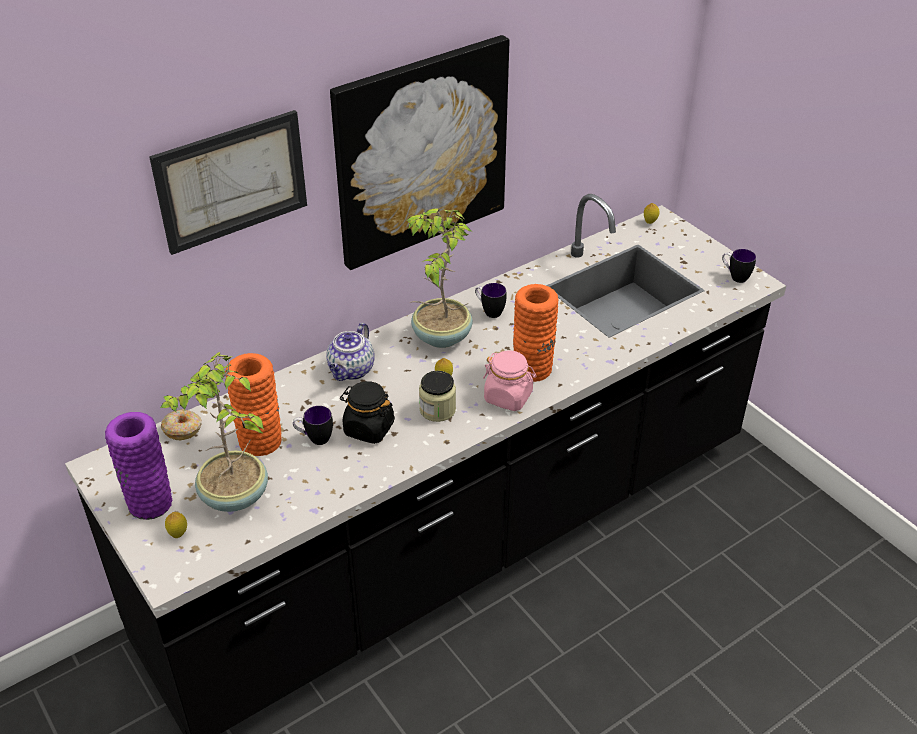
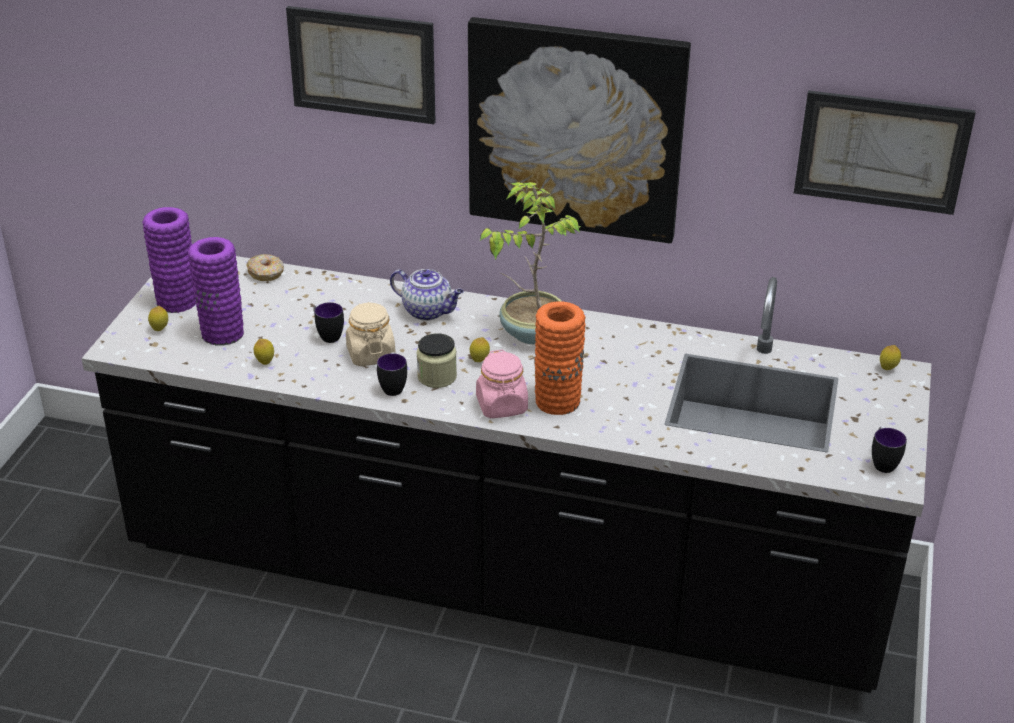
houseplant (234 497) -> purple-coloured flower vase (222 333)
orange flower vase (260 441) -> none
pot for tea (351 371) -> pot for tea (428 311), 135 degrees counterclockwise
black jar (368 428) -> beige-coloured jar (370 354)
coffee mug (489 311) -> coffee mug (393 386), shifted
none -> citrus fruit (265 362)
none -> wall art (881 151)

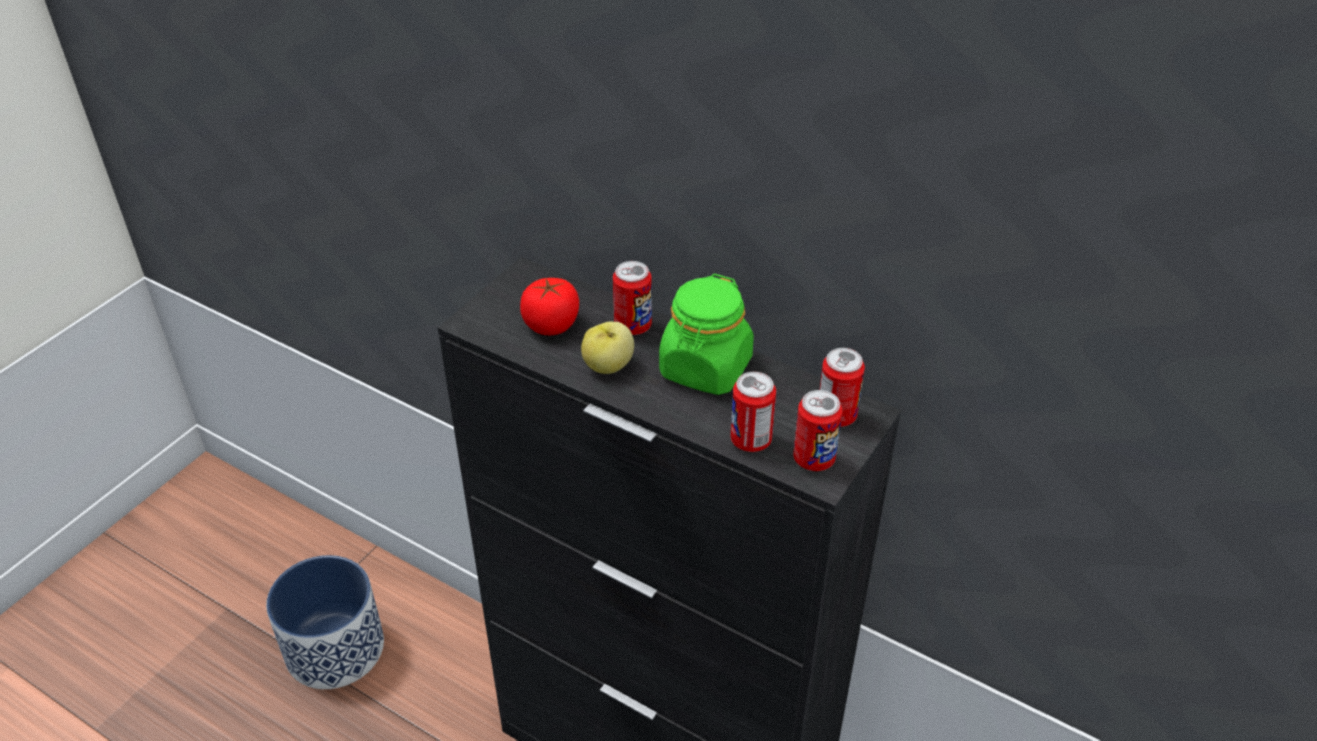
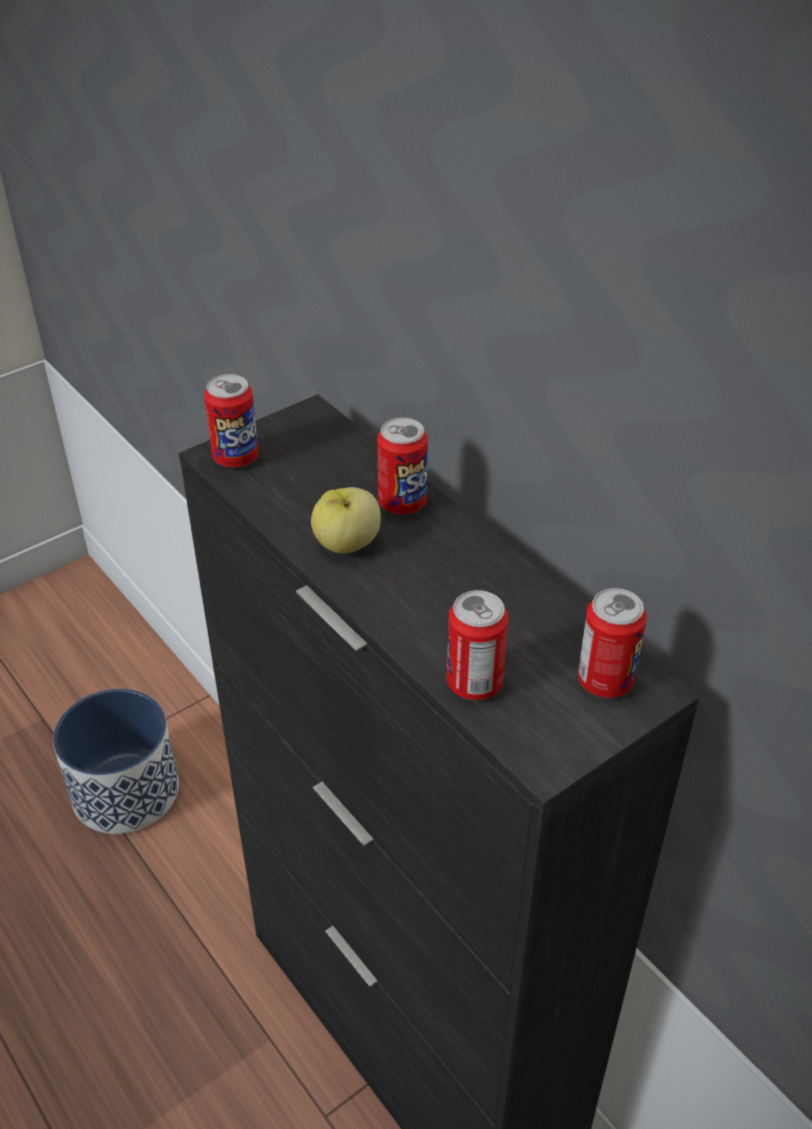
tomato (551 325) -> none
green-coloured jar (705 368) -> none
metal can (813 459) -> metal can (236 458), shifted

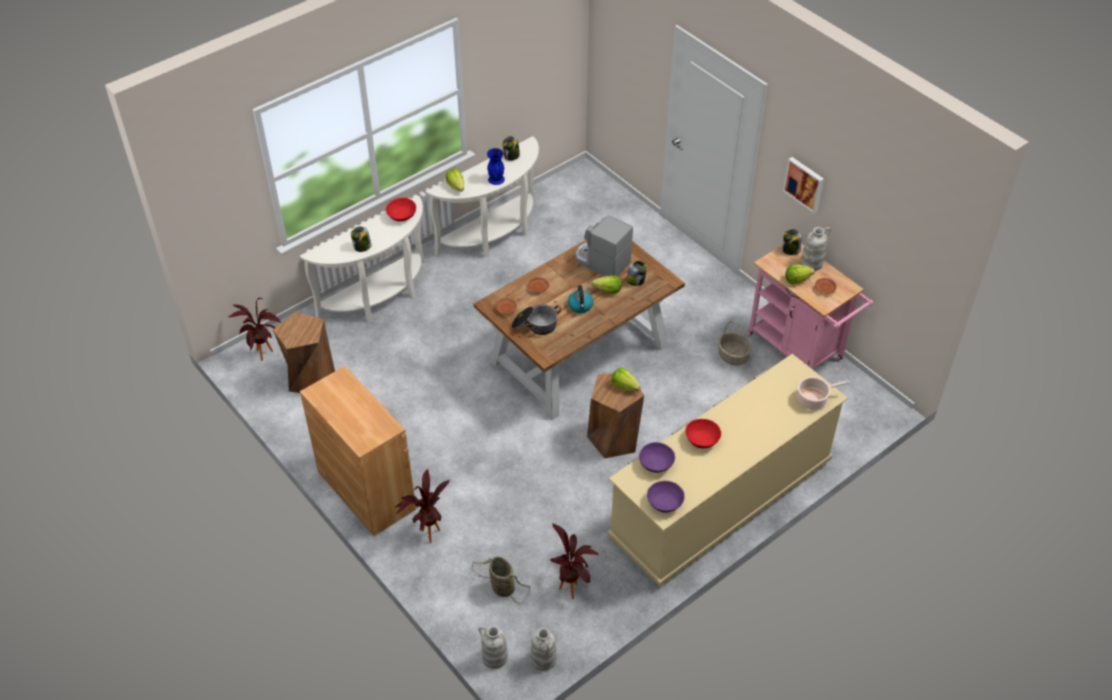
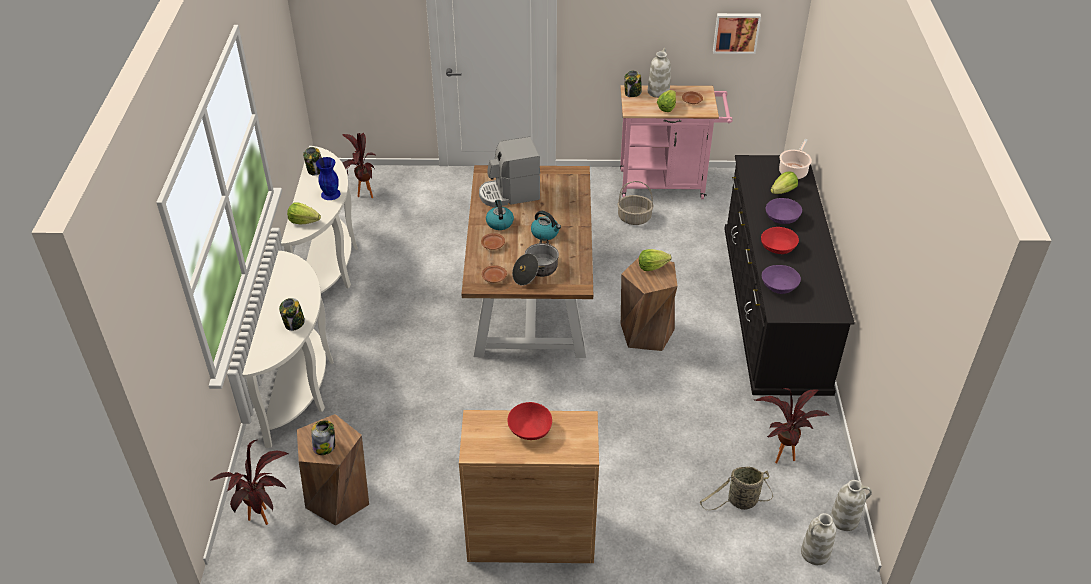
reddish deep dish (401 216) -> reddish deep dish (529 430), shifted
houseplant (425 533) -> houseplant (362 196), shifted
lettuce (608 290) -> lettuce (783 191), shifted
beige-coloured drawer chest (720 500) -> black drawer chest (773 312)
jar (636 280) -> jar (324 446), shifted
purple-coloured deep dish (665 503) -> purple-coloured deep dish (782 218), shifted
wall art (804 184) -> wall art (736 32), shifted
none -> water kettle (499 223)

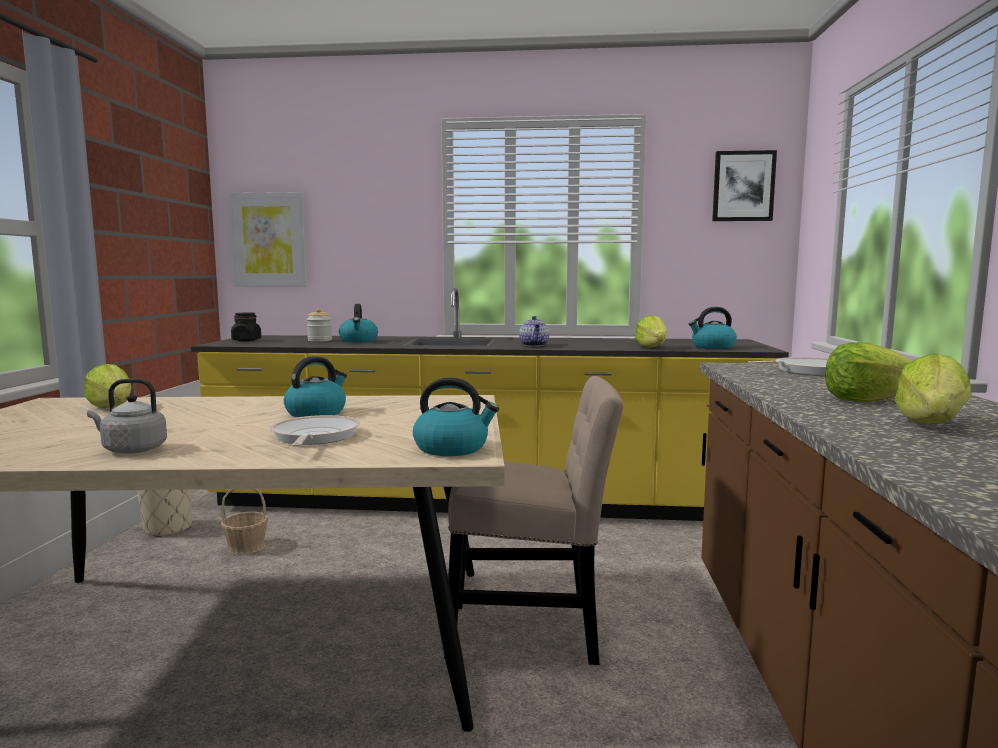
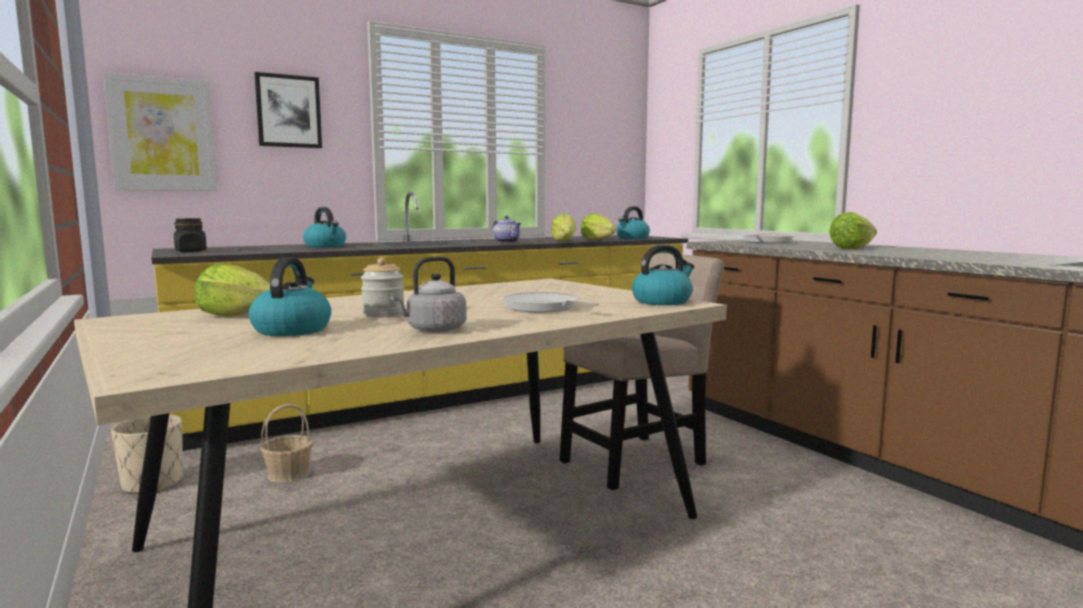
water kettle (316 413) -> water kettle (292 330), shifted
jar (320 340) -> jar (383 314), shifted
wall art (743 186) -> wall art (288 111), shifted
lettuce (931 424) -> lettuce (564 241), shifted

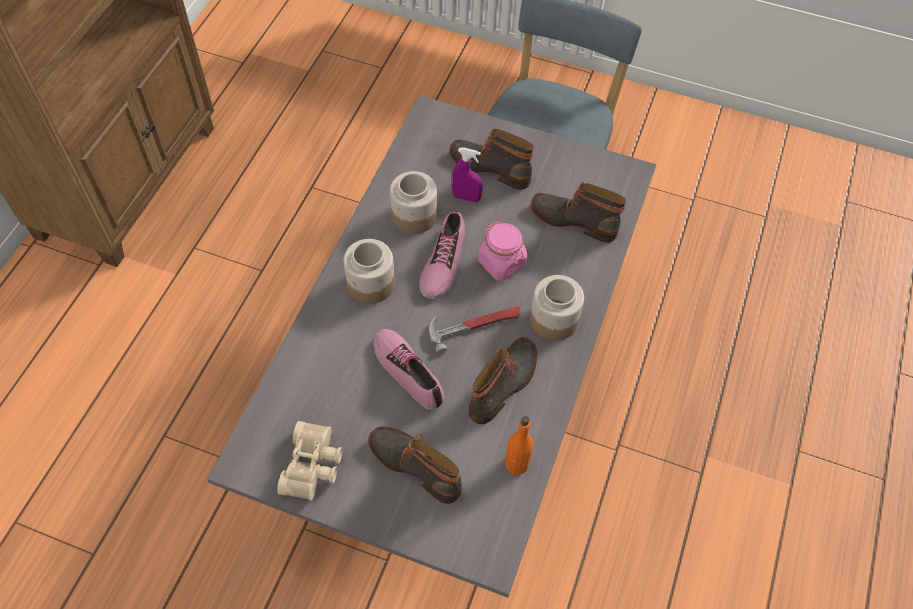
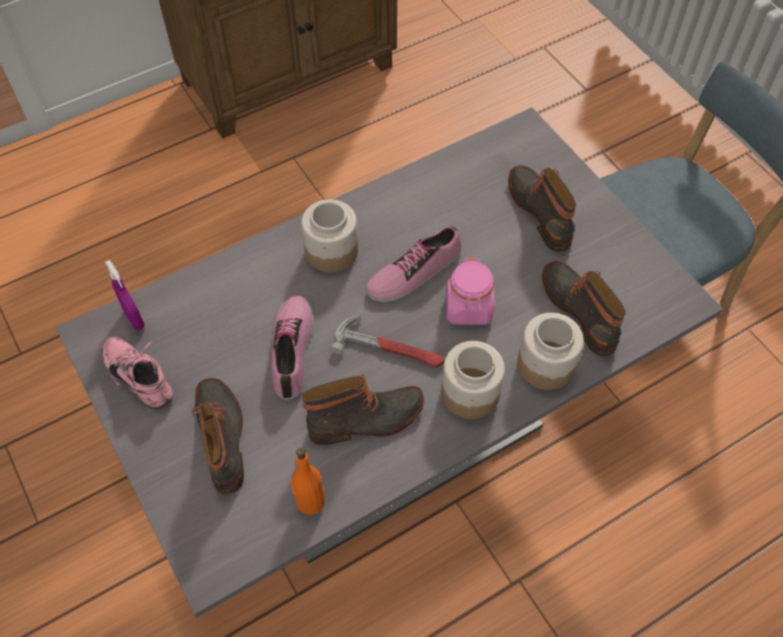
beige-coloured pair of binoculars (314 466) -> pink-coloured shoe (142 376)
jar (413 216) -> jar (545 364), shifted
purple-coloured spray bottle (466 197) -> purple-coloured spray bottle (134 318), shifted

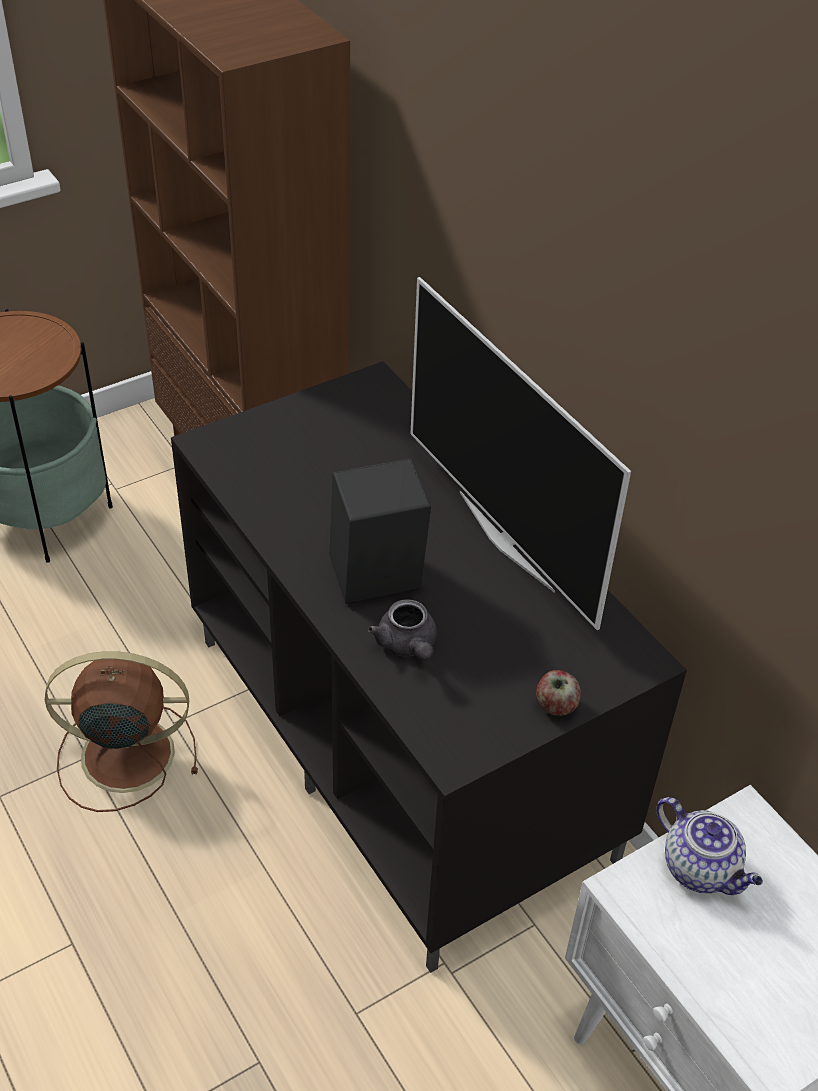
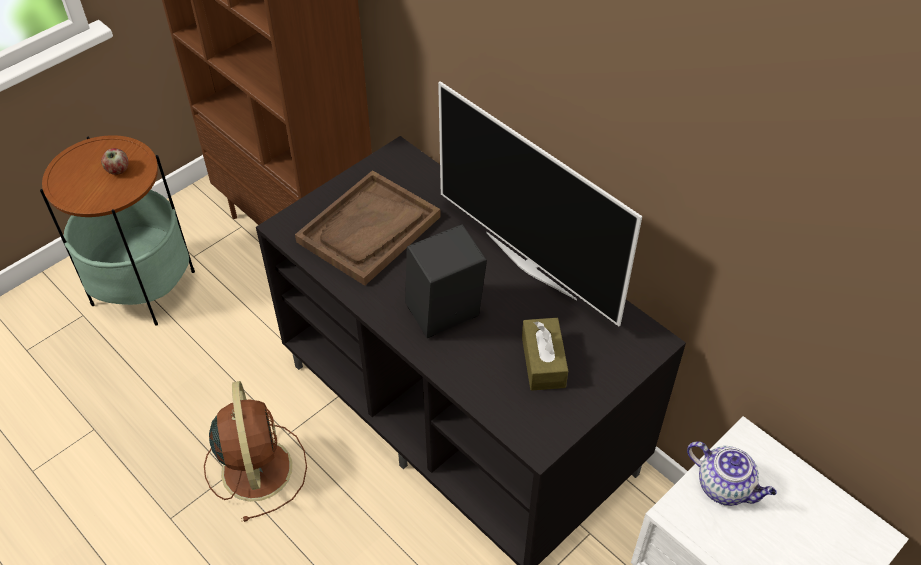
brown-coloured electric fan (123 755) -> brown-coloured electric fan (256 466), 90 degrees clockwise
gray pot for tea (407 646) -> none
whole apple (555 706) -> whole apple (118 170), shifted
none -> brown-coloured carrying tray (369 230)
none -> brown-coloured tissue holder (543 362)

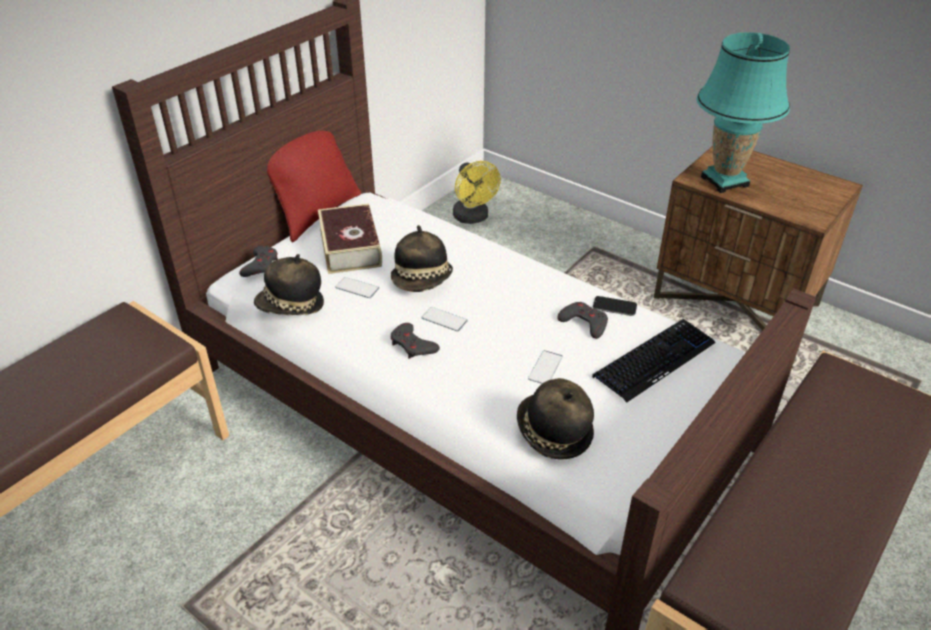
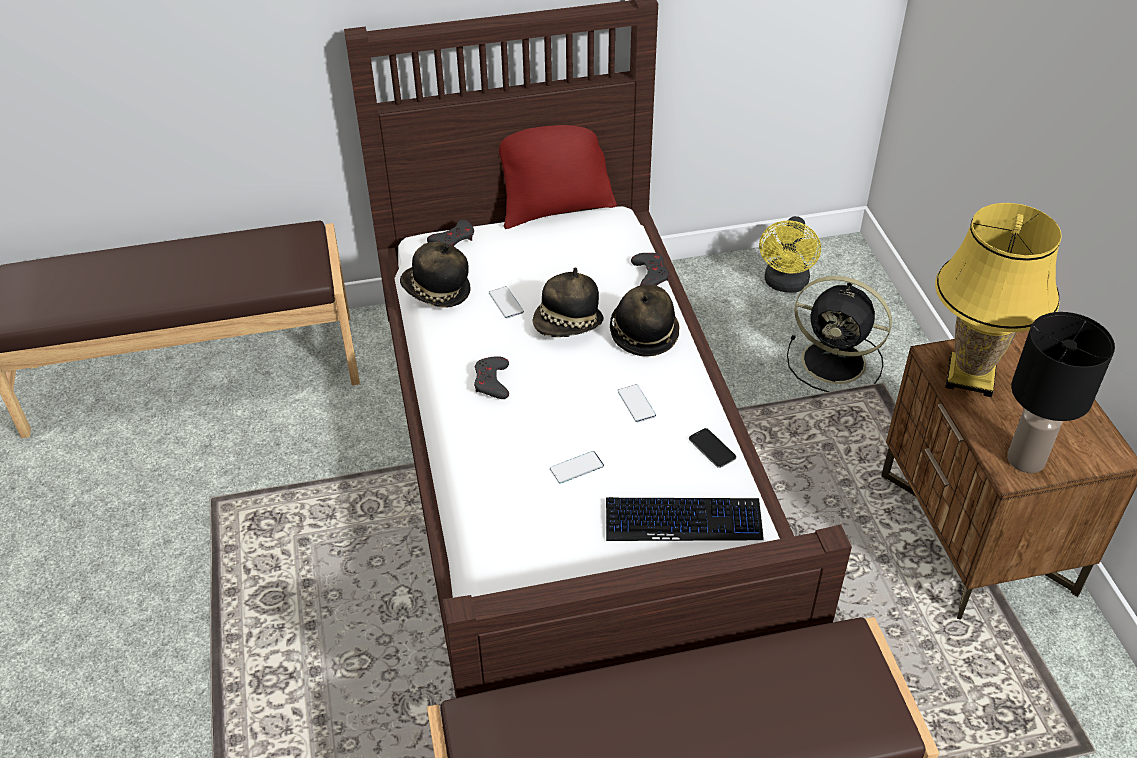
book (350 247) -> none
phone (444 319) -> phone (636 403), shifted
wearable hat (553 432) -> wearable hat (643 333), shifted
gray joypad (584 323) -> gray joypad (650 274), shifted
turquoise tabletop lamp (725 181) -> yellowish tabletop lamp (970 377)
none -> black electric fan (836 362)
none -> black tabletop lamp (1025 458)

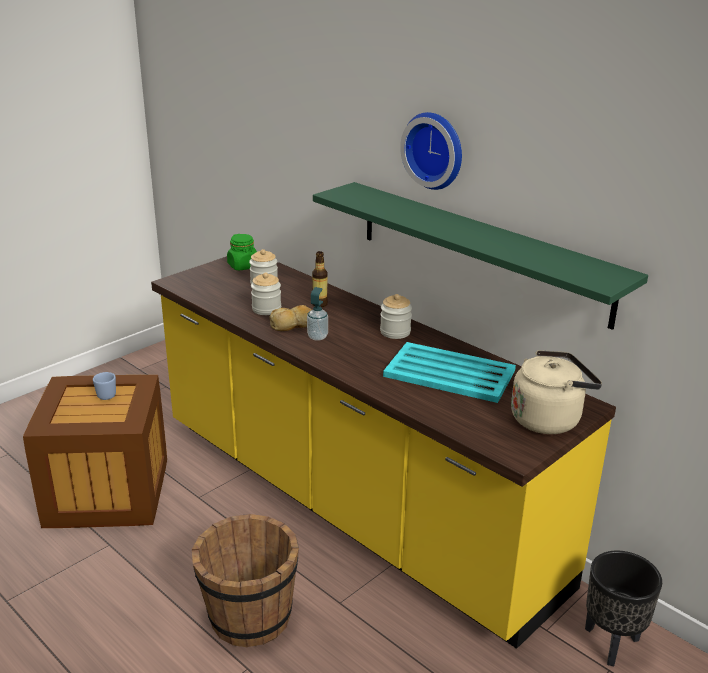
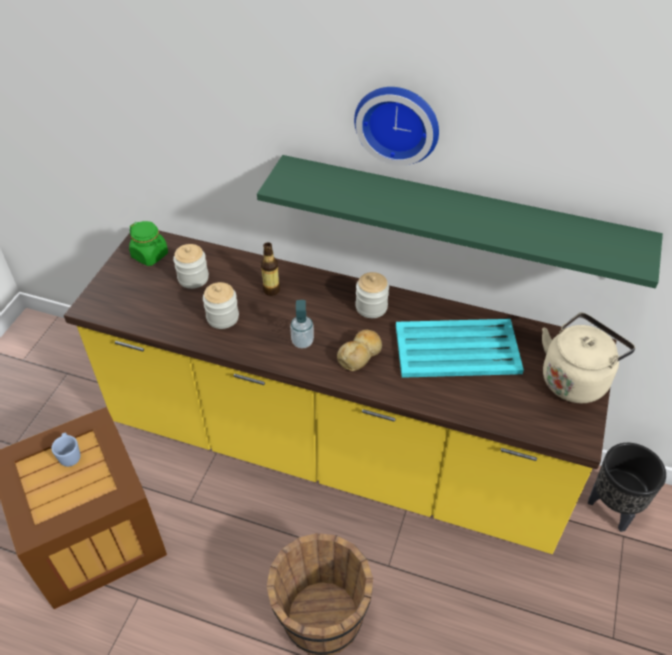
baked bread (293 325) -> baked bread (360 354), shifted

